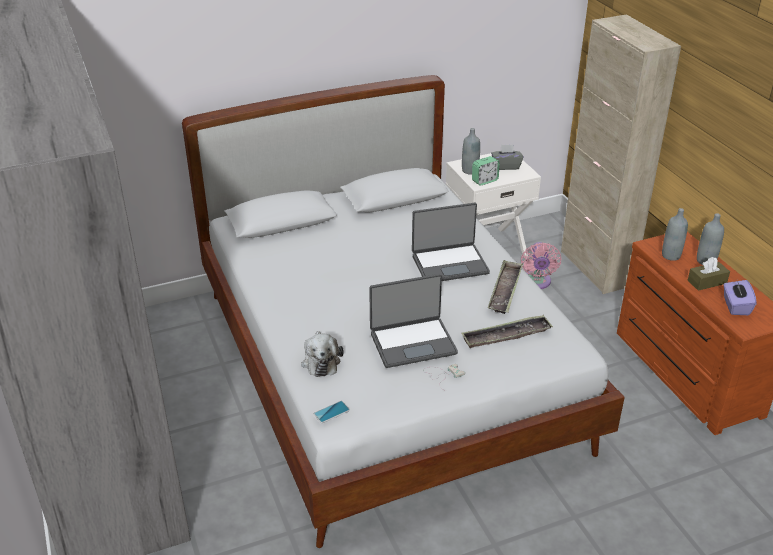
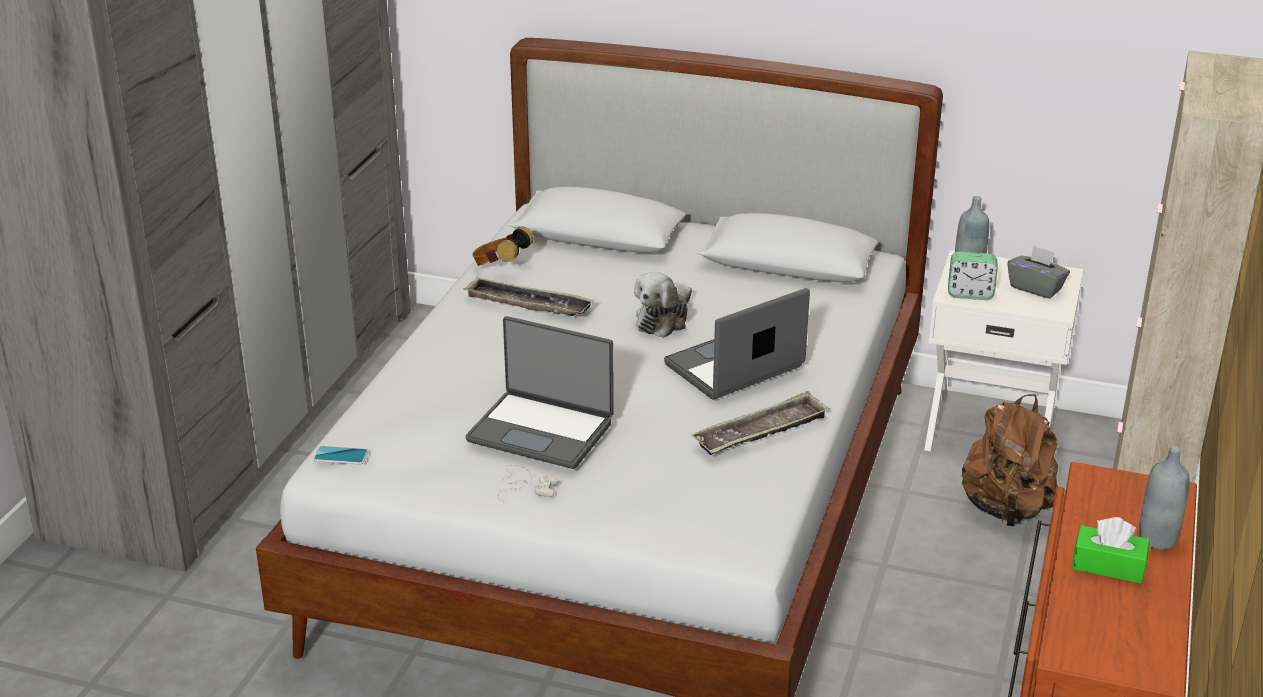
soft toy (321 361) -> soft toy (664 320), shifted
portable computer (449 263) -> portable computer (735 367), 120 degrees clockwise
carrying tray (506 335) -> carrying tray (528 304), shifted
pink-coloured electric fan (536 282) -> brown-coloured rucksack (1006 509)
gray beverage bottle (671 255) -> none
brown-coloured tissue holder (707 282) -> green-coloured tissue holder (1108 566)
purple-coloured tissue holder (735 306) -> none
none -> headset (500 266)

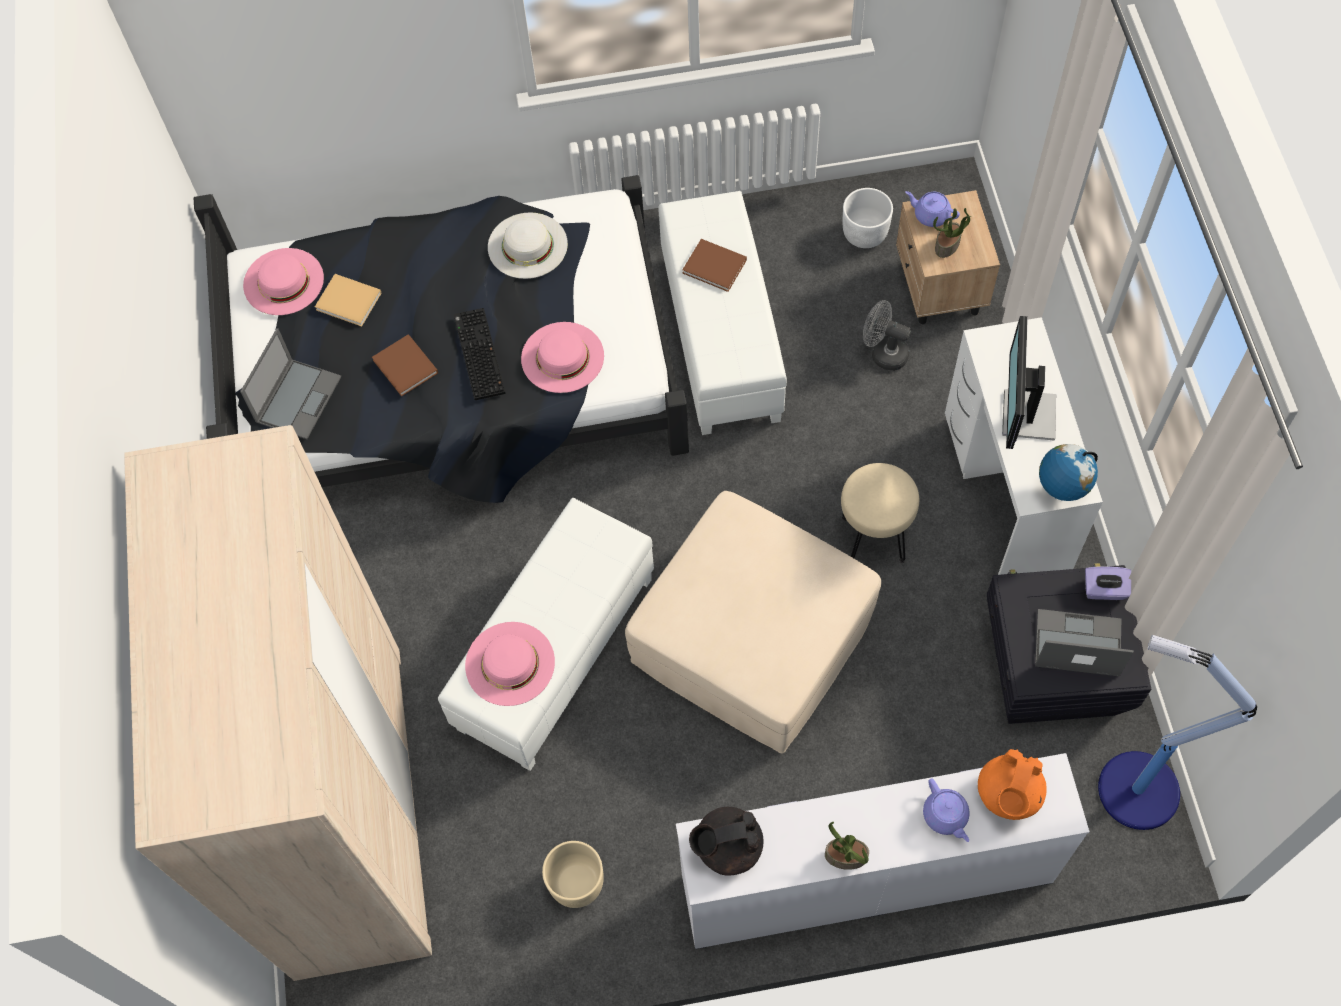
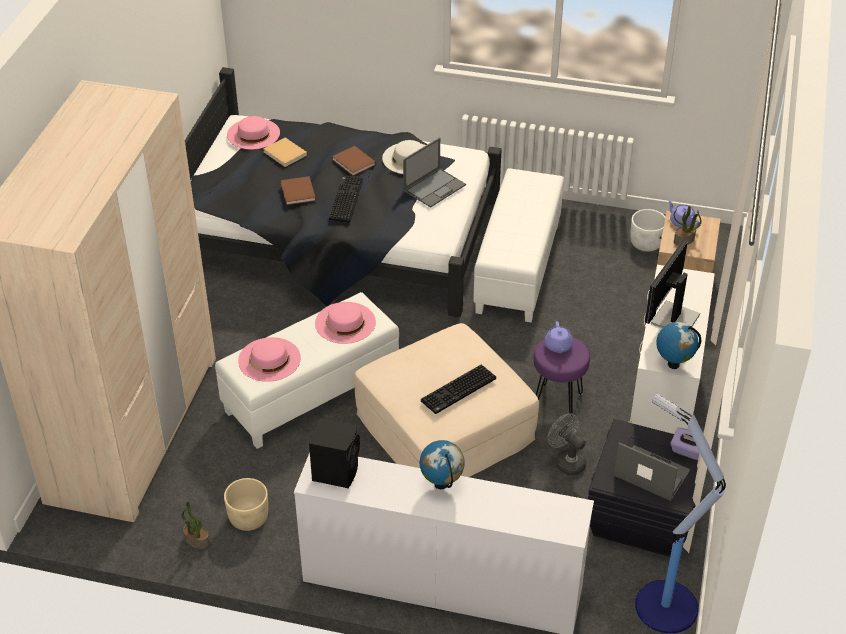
portable computer (298 398) -> portable computer (435 187), shifted
pink-coloured wearable hat (562 357) -> pink-coloured wearable hat (345 322), shifted
brown-coloured book (716 267) -> brown-coloured book (354 163), shifted
black pot for tea (727 847) -> black loudspeaker (336 471)
houseplant (845 857) -> houseplant (196 541), shifted
beige-coloured stool (872 538) -> purple-coloured stool (556 402)
gray electric fan (883 353) -> gray electric fan (566 461), shifted
purple-coloured pot for tea (945 816) -> purple-coloured pot for tea (558 346), shifted
orange pot for tea (1008 795) -> none
none -> globe (442 484)
none -> computer keyboard (458 391)

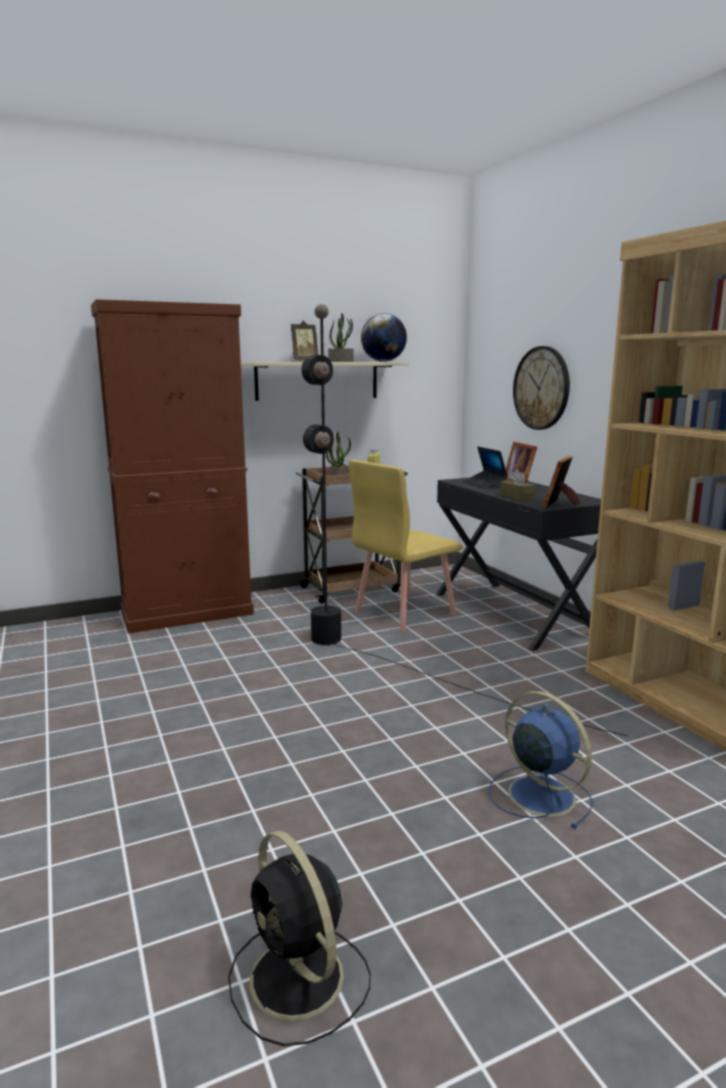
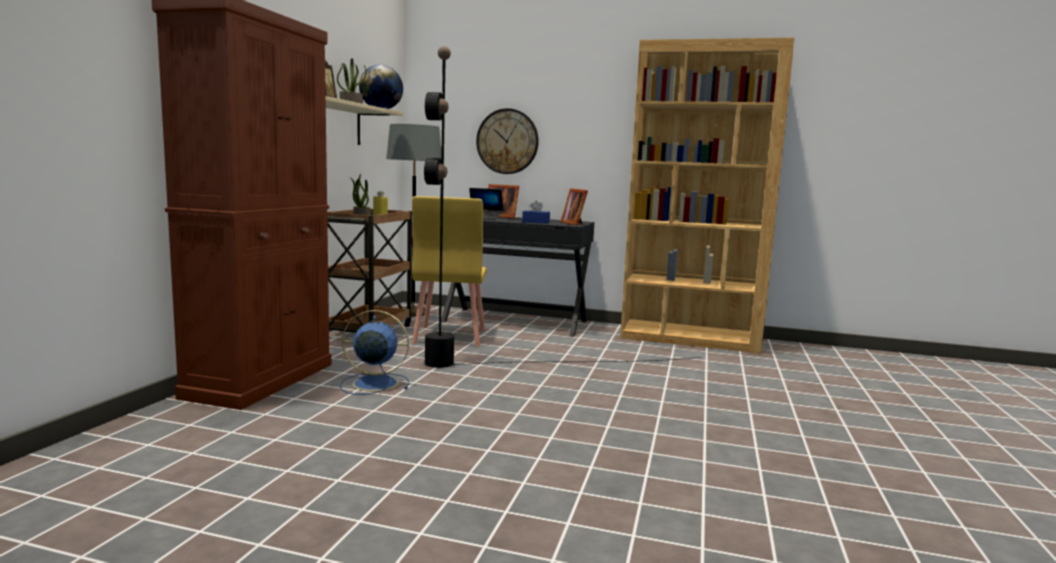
black electric fan (299 981) -> none
blue electric fan (539 794) -> blue electric fan (373 383), shifted
brown-coloured tissue holder (517 497) -> blue tissue holder (535 222)
none -> gray floor lamp (413 312)

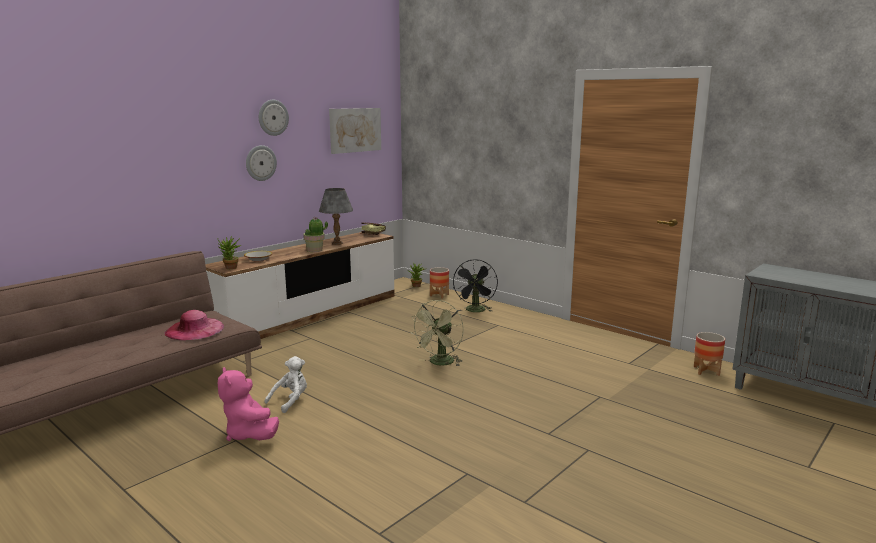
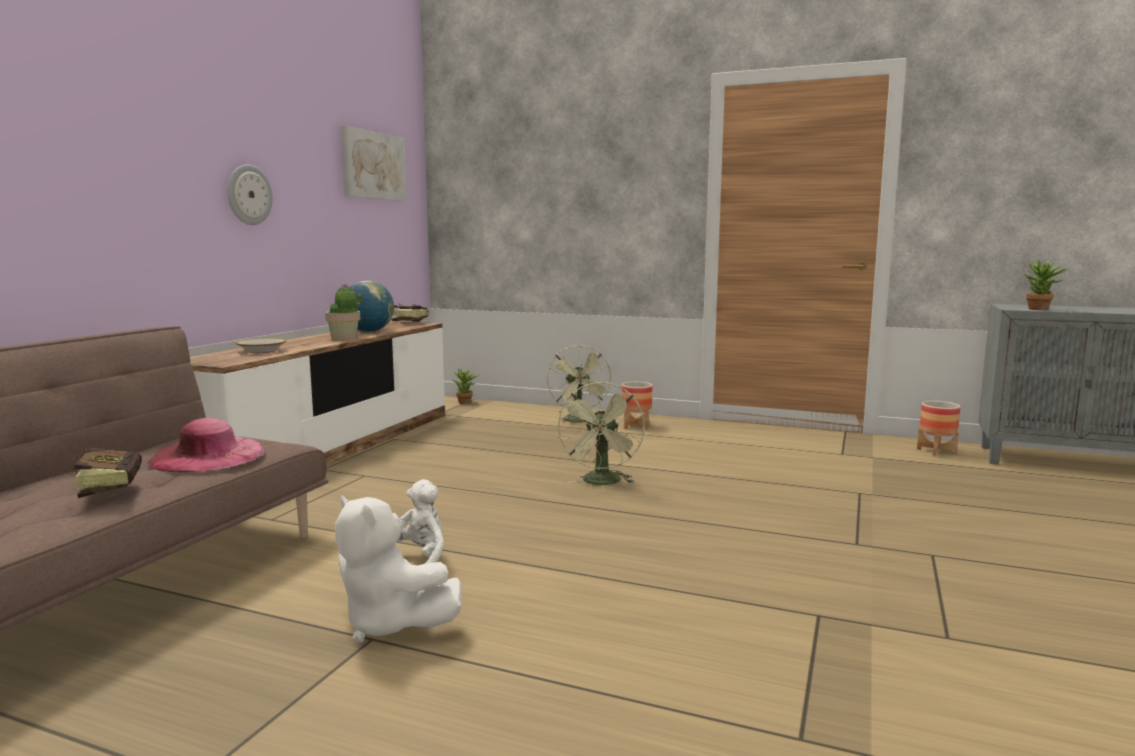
houseplant (230 268) -> houseplant (1041 309), shifted
pink-coloured soft toy (249 434) -> white-coloured soft toy (390 624)
wall clock (273 117) -> none
gray tabletop lamp (337 243) -> globe (369 332)
plant pot (439 295) -> plant pot (636 426), shifted
black electric fan (475 311) -> green-coloured electric fan (580 421)
none -> book (113 489)

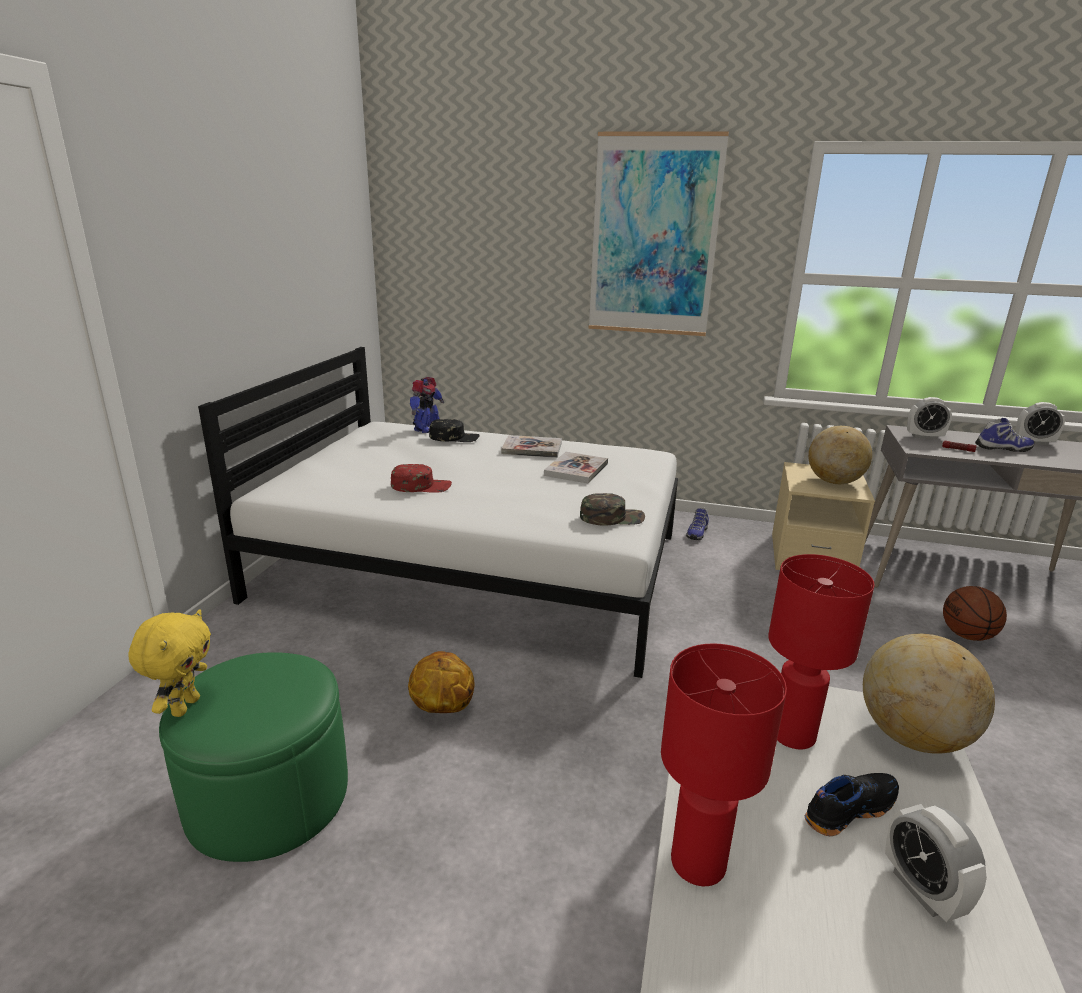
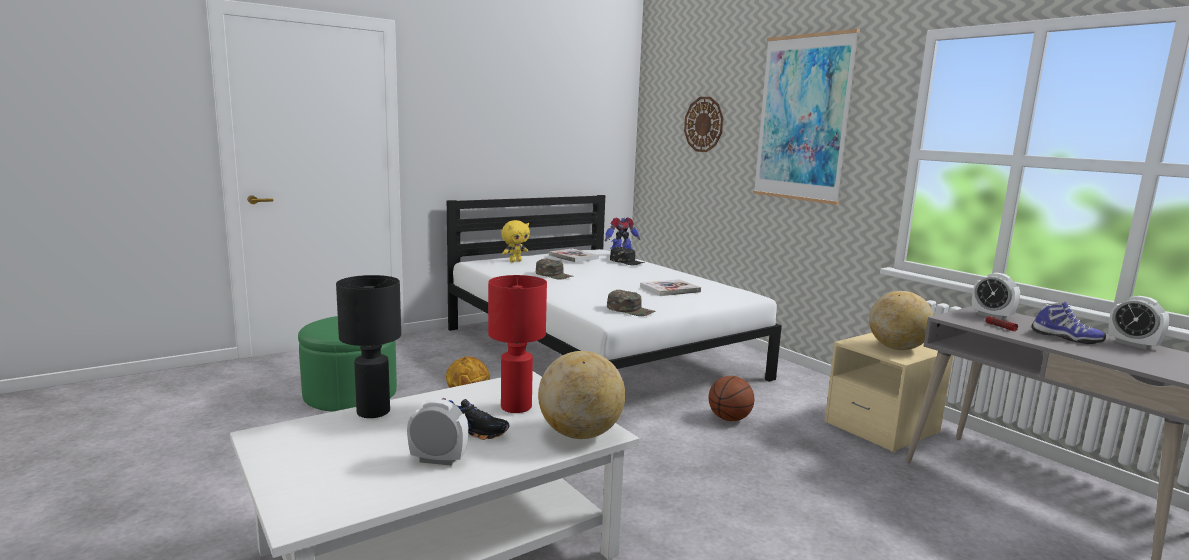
yellowish soft toy (184 706) -> yellowish soft toy (515 261), shifted
reddish baseball cap (421 486) -> green-coloured baseball cap (554 275)
book (532 448) -> book (573 257), shifted
reddish tabletop lamp (699 864) -> black tabletop lamp (373 412)
shoe (696 533) -> none
table clock (922 890) -> table clock (438 460), 75 degrees clockwise
ball for basketball (967 636) -> ball for basketball (729 419), shifted
none -> wall clock (704 124)

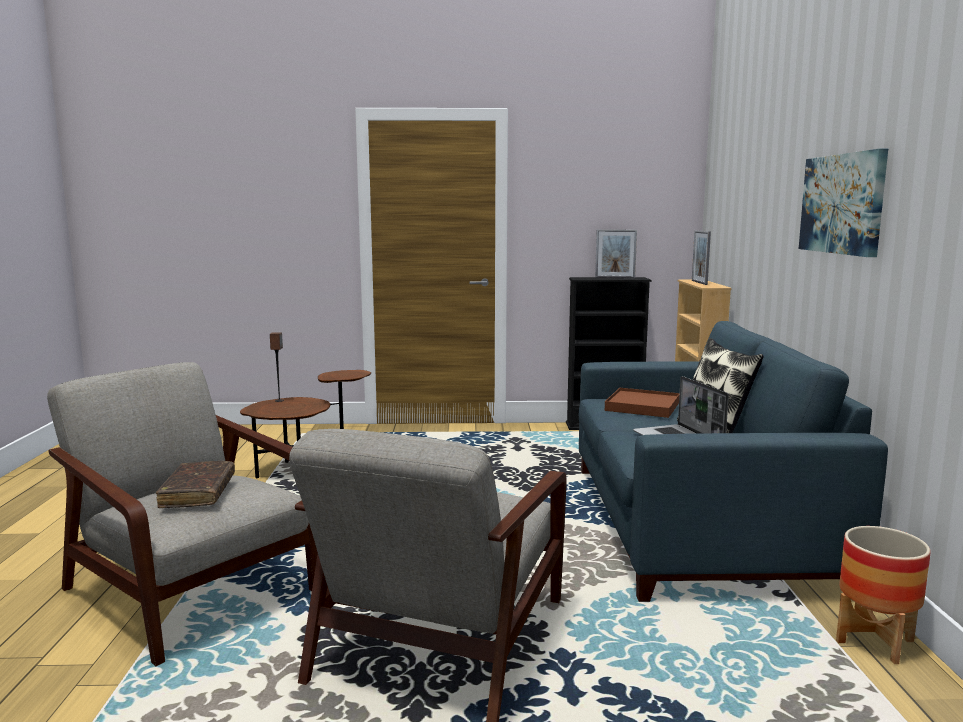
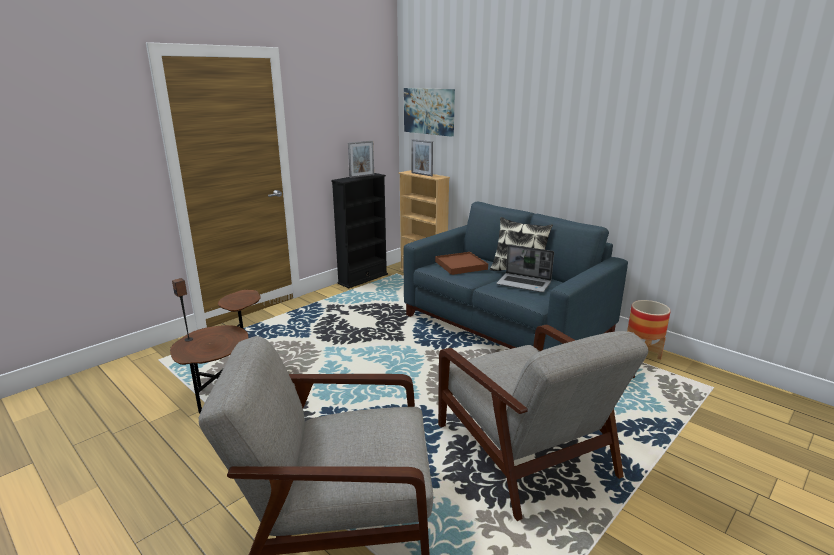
brown-coloured book (198 493) -> none
wall art (842 204) -> wall art (429 111), shifted

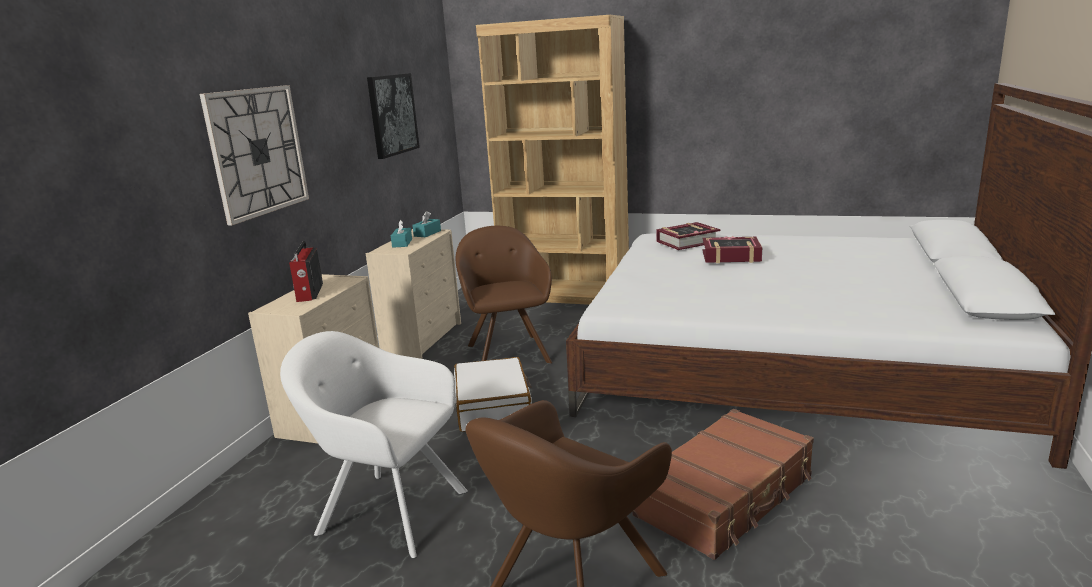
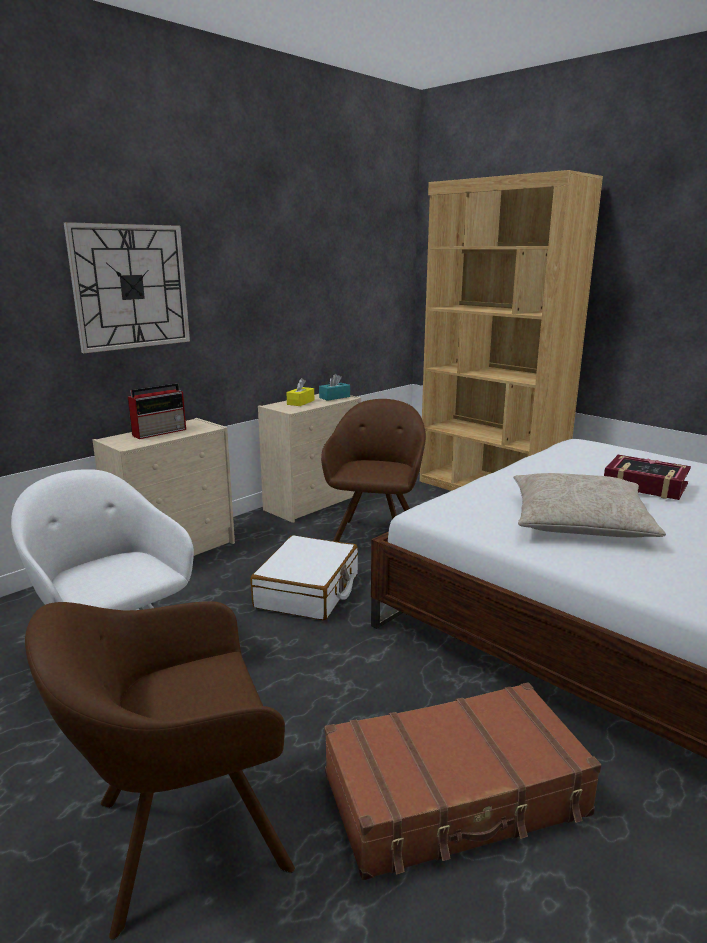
radio set (309 293) -> radio set (160 432), 150 degrees counterclockwise
wall art (392 114) -> none
turquoise tissue holder (402 243) -> yellowish tissue holder (300 402)
book (687 242) -> none
none -> beige-coloured throw pillow (579 521)

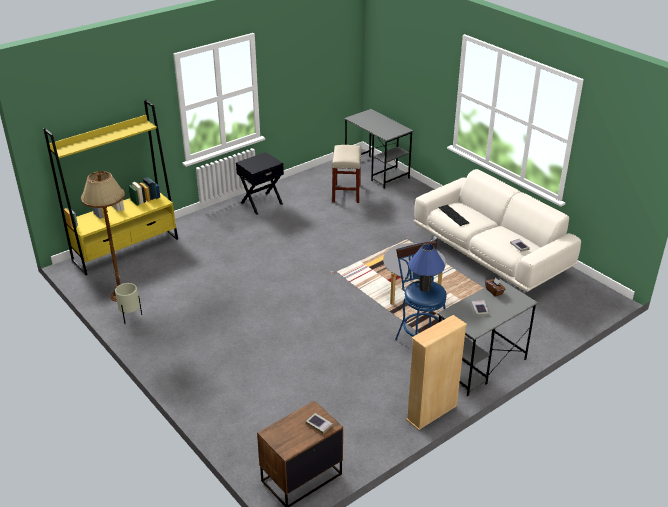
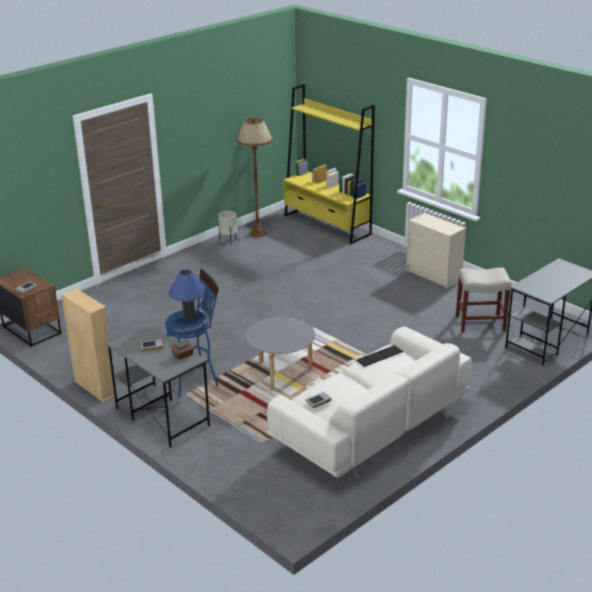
black night table (261 203) -> beige-coloured drawer chest (434 276)

